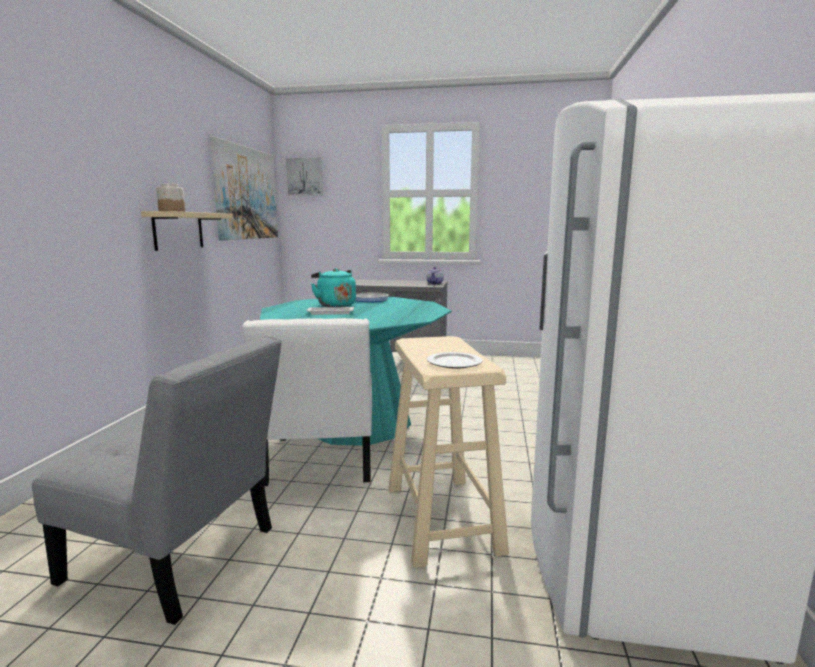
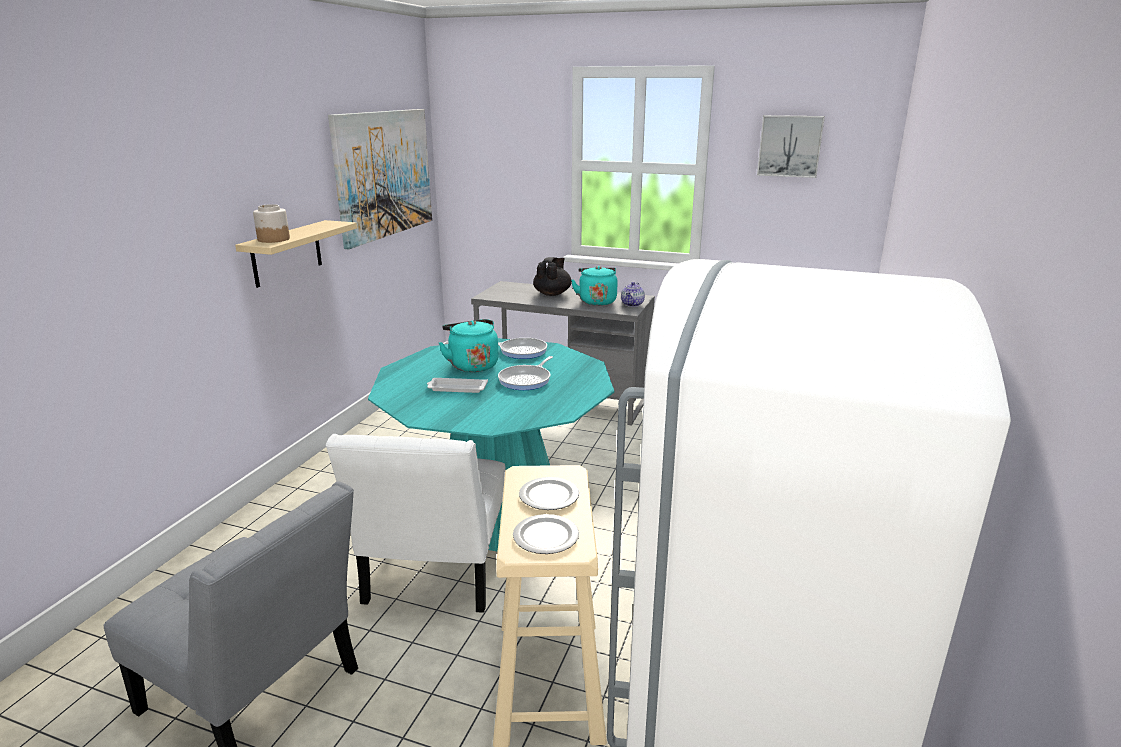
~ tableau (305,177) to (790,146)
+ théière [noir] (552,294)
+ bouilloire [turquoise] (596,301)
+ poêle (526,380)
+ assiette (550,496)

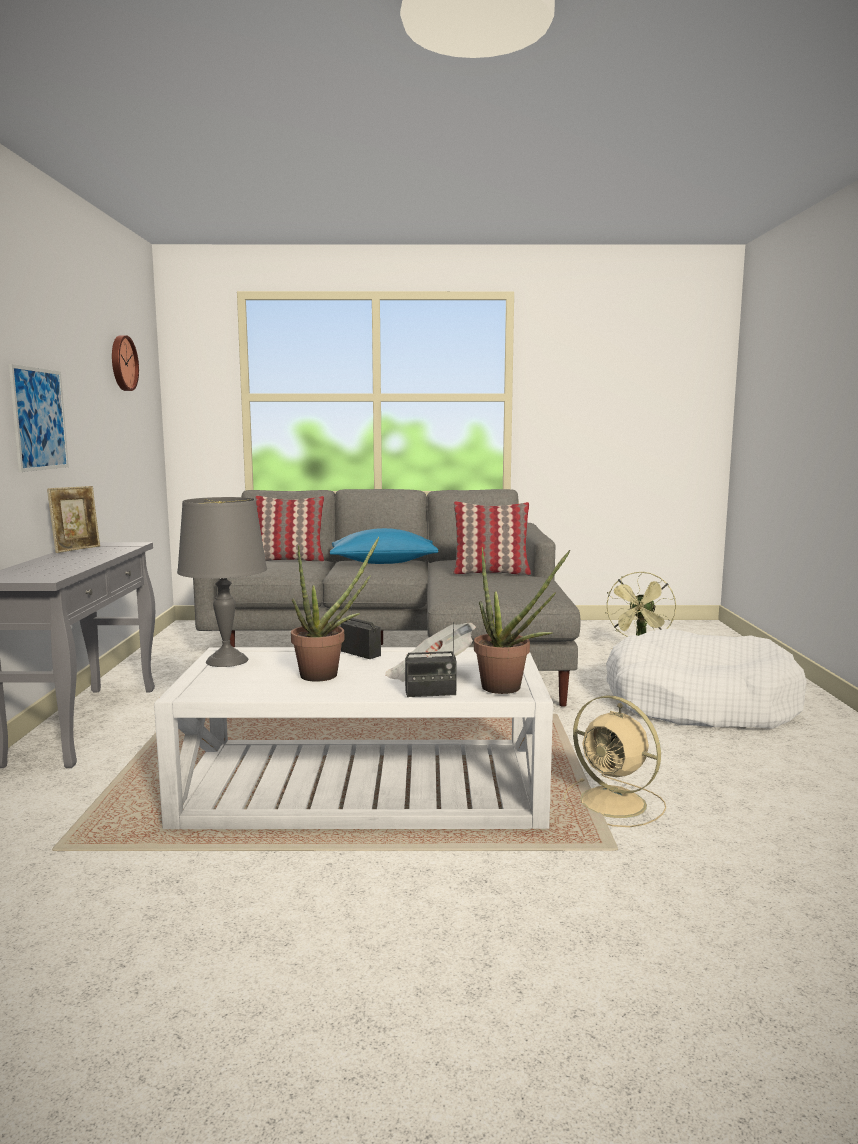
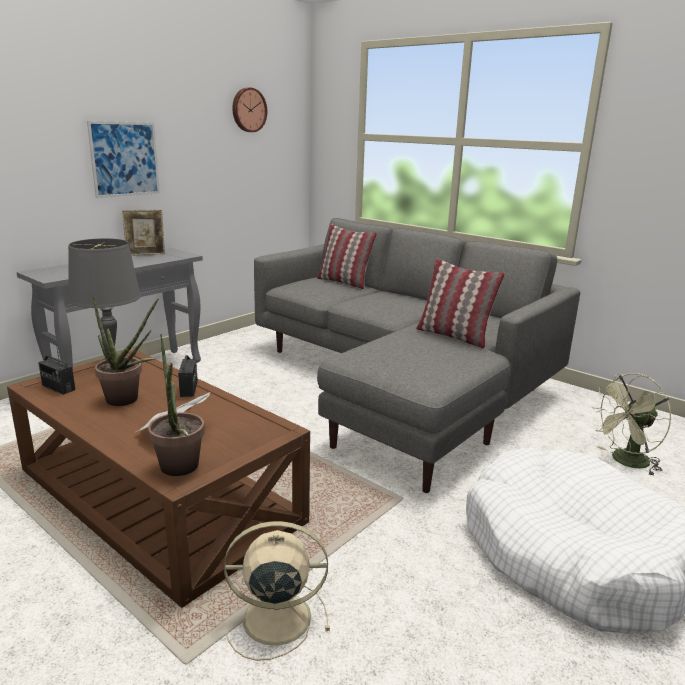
- coussin [bleu] (383,562)
~ radio (430,693) to (58,387)
~ table basse [blanc] (364,786) to table basse [marron] (159,494)
~ ventilateur [beige] (615,803) = (273,618) 90 degrees clockwise

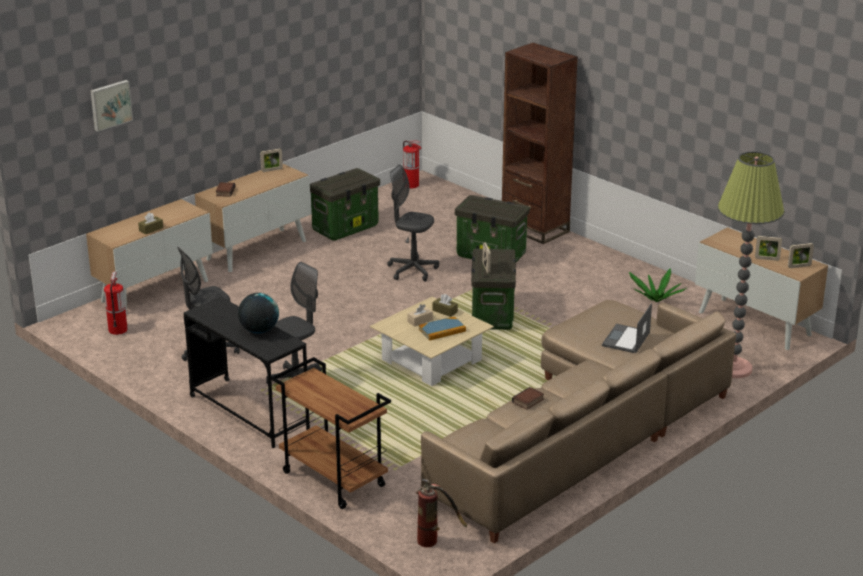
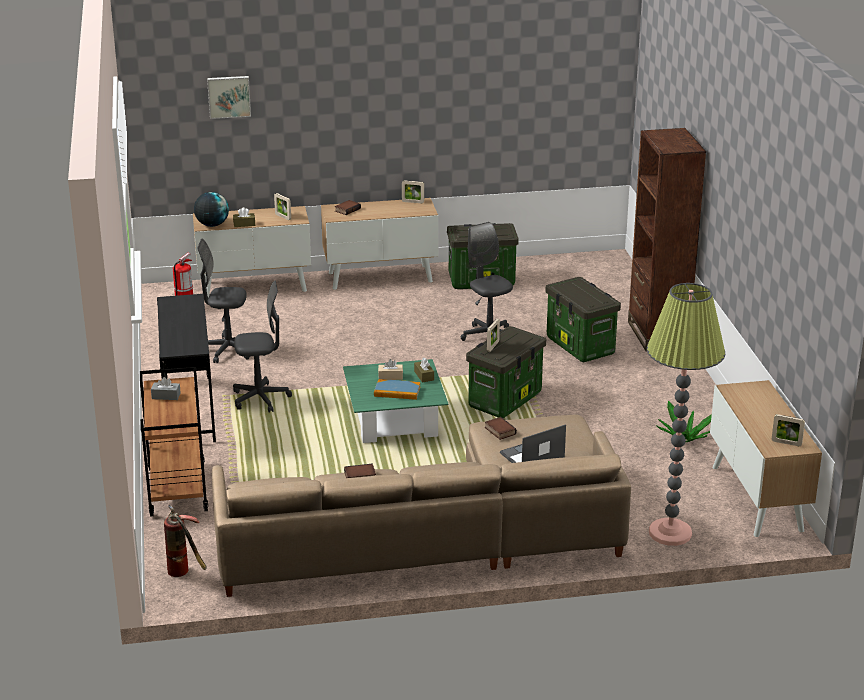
- extincteur (411,185)
~ cadre photo (767,259) to (283,217)
~ globe (259,330) to (212,225)
~ table basse [beige] (431,360) to table basse [vert] (395,421)
+ boîte à mouchoirs [gris] (166,396)
+ livre (499,431)

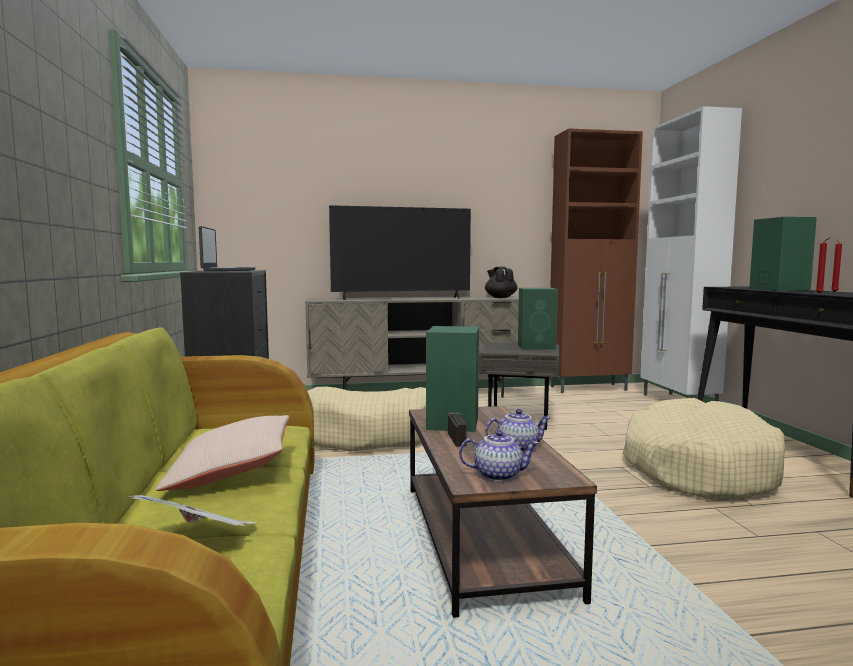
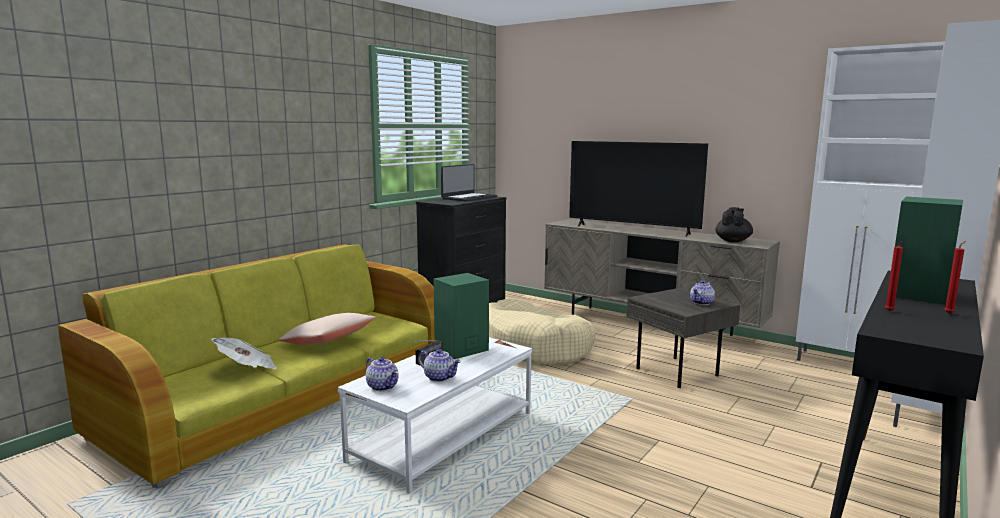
~ meuble de rangement [marron] (589,388) to meuble de rangement [blanc] (847,364)
~ enceinte [vert] (537,347) to théière (702,303)
- panier pour chien [beige] (697,469)
~ table basse [marron] (481,537) to table basse [blanc] (444,436)

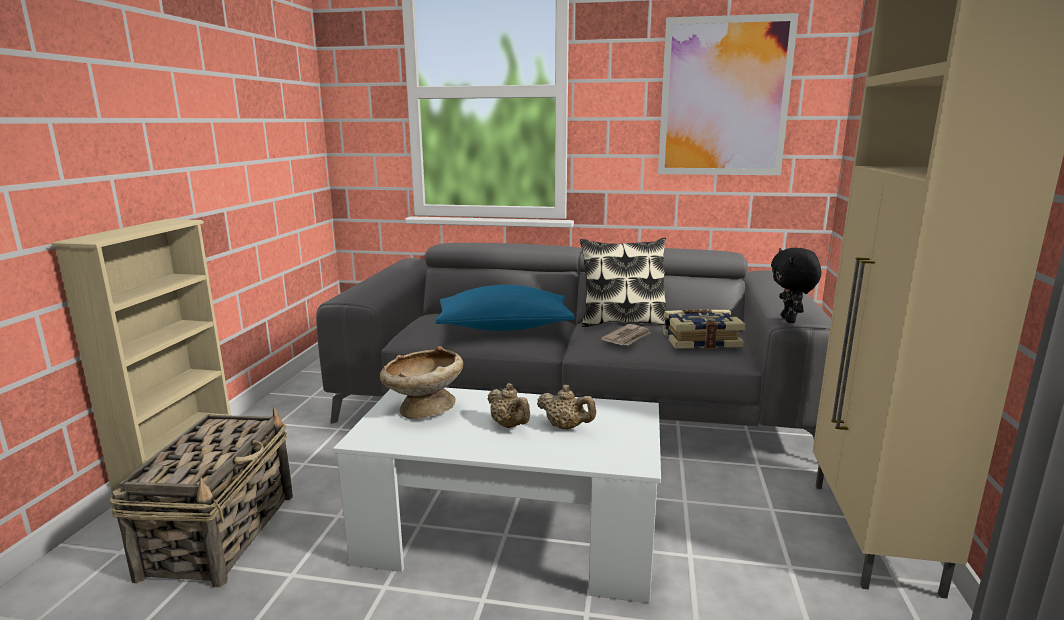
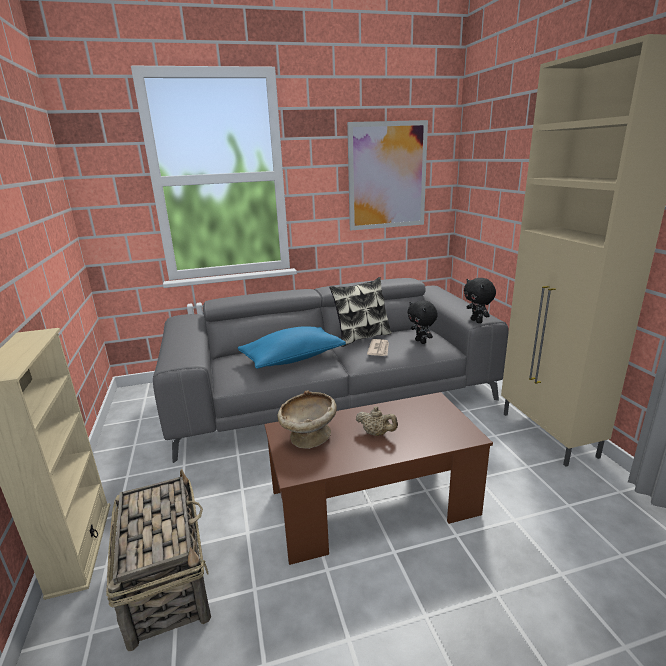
~ livre (700,340) to peluche [noir] (421,341)
- théière [beige] (566,427)
~ table basse [blanc] (509,535) to table basse [marron] (373,503)

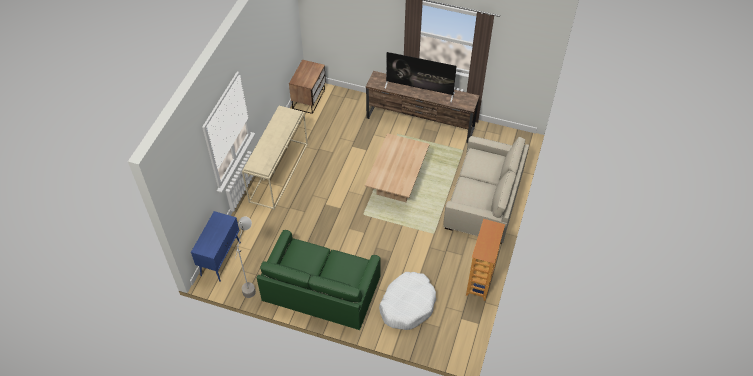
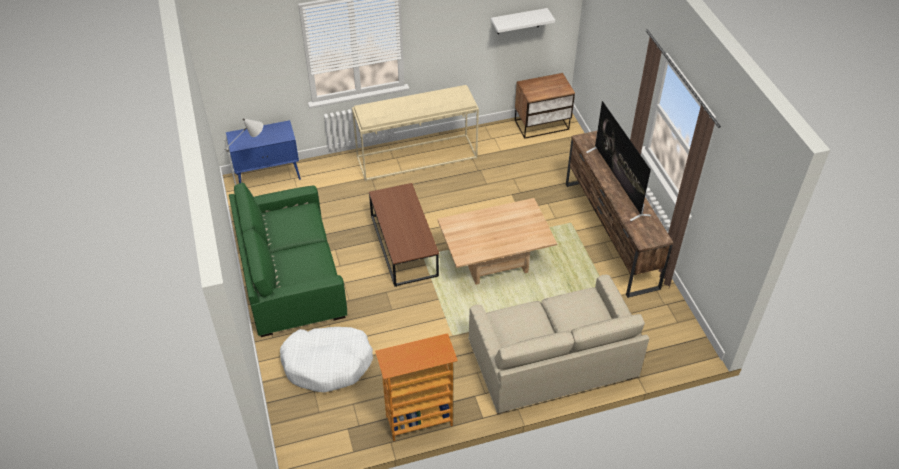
+ étagère [blanc] (518,21)
+ table basse [marron] (404,246)

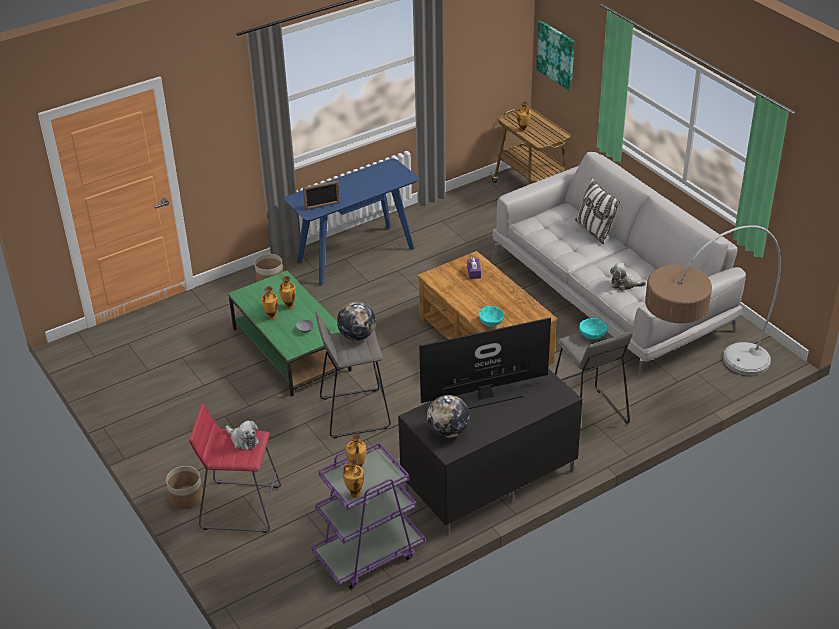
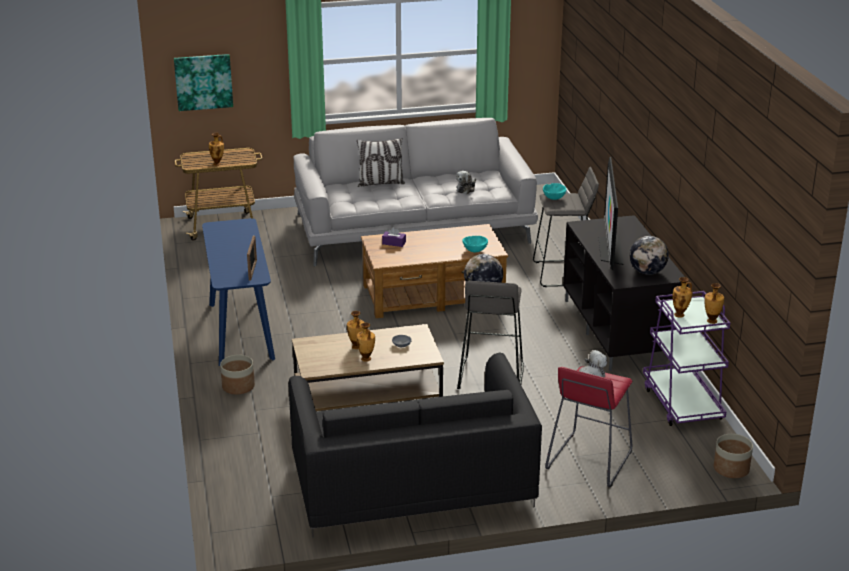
- lampadaire (698,384)
~ table basse [vert] (290,349) to table basse [marron] (366,394)
~ cache-pot (186,498) to (731,469)
+ canapé [noir] (411,484)

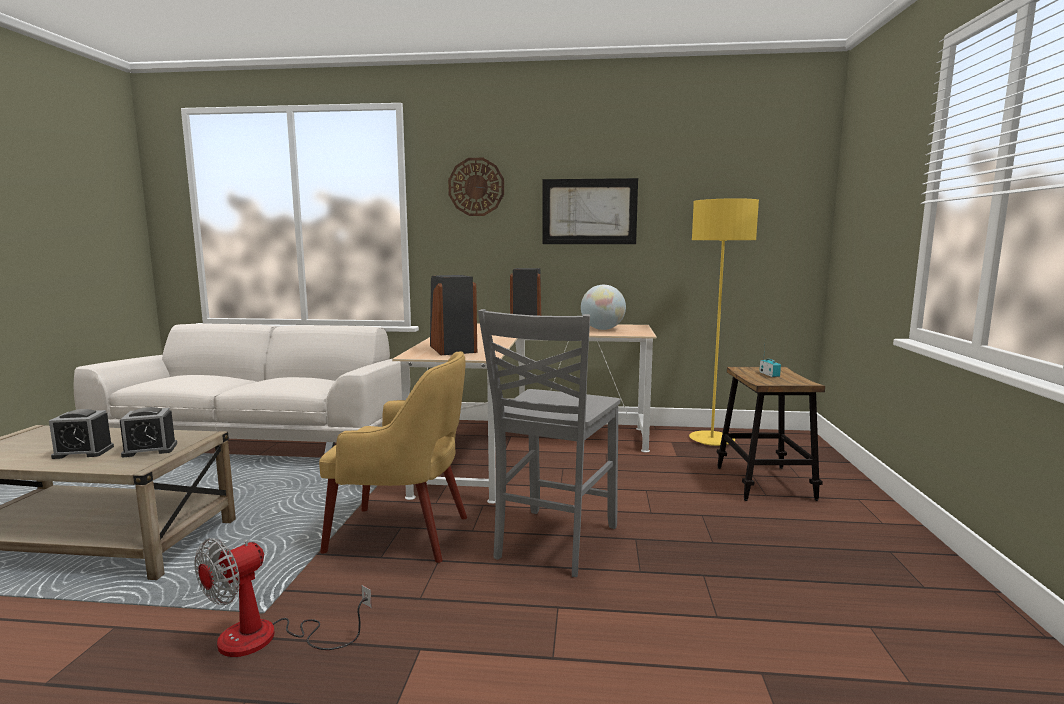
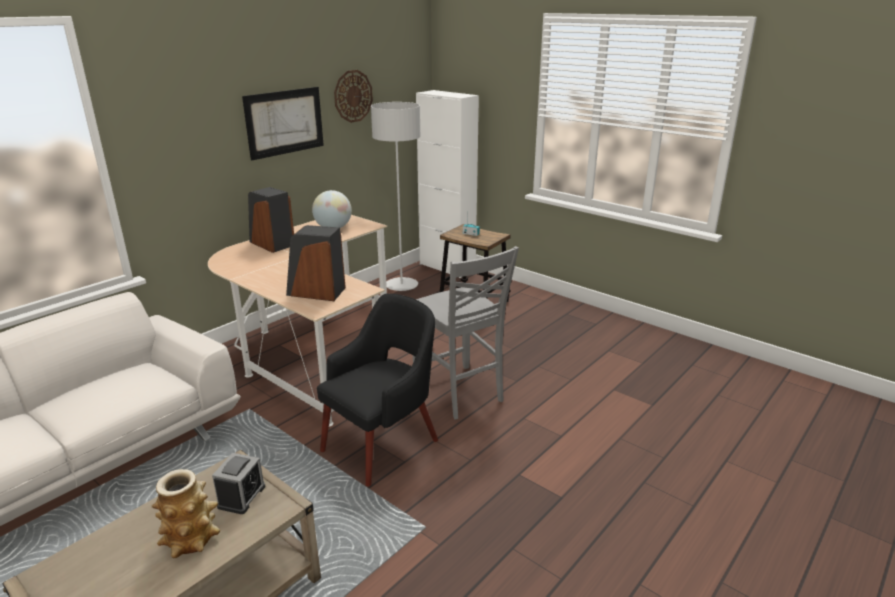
~ horloge murale (476,187) to (353,96)
~ lampadaire [jaune] (711,440) to lampadaire [gris] (401,286)
~ fauteuil [jaune] (403,534) to fauteuil [noir] (383,443)
~ réveil (83,452) to vase (191,539)
- ventilateur (267,639)
+ meuble de rangement [blanc] (447,267)

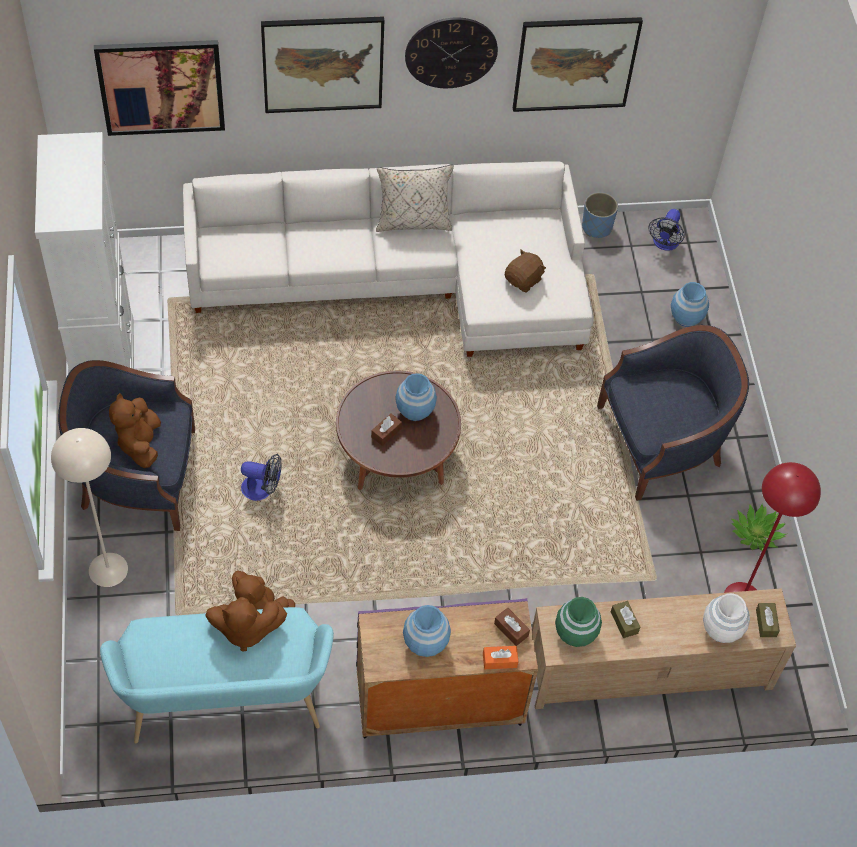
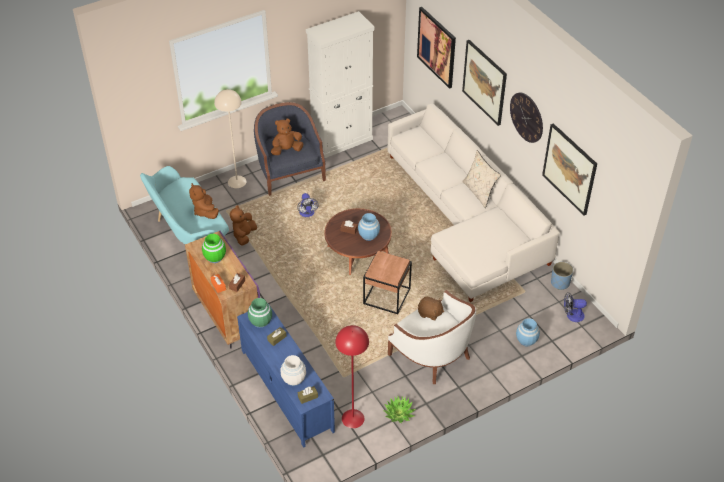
~ peluche [marron] (523,280) to (430,313)
~ fauteuil [bleu] (661,443) to fauteuil [blanc] (432,354)
~ meuble télé [beige] (648,671) to meuble télé [bleu] (286,390)
~ vase [bleu] (425,642) to vase [vert] (215,257)
+ table d'appoint [marron] (387,296)

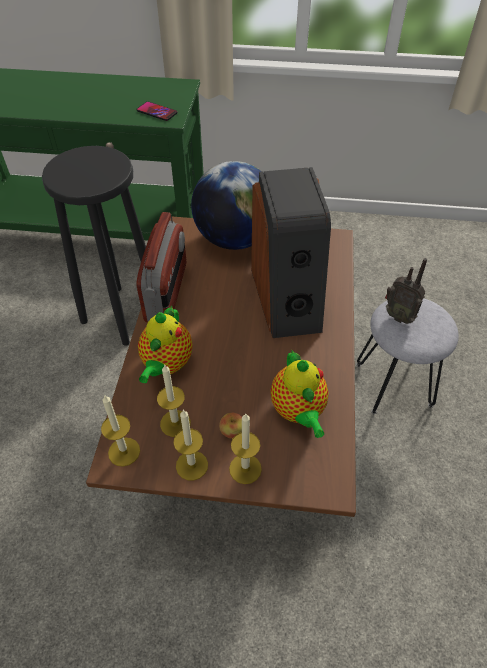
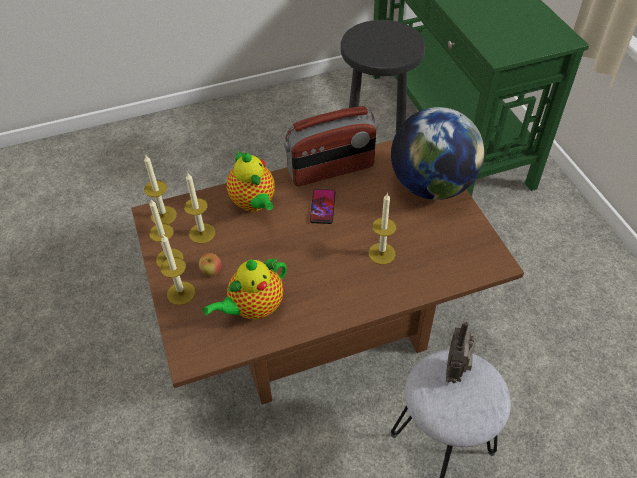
~ téléphone (157,112) to (322,207)
~ enceinte (287,298) to bougie (381,253)
~ théière (166,365) = (254,204) 105 degrees counterclockwise

